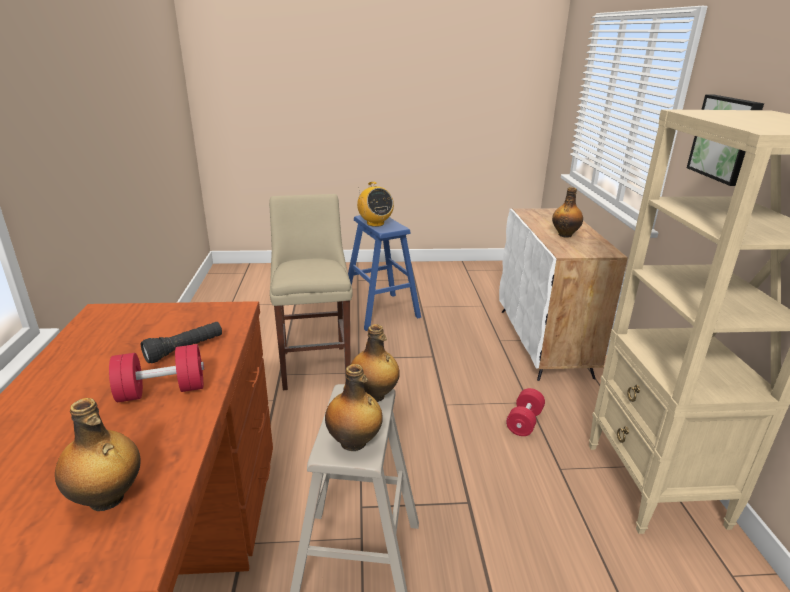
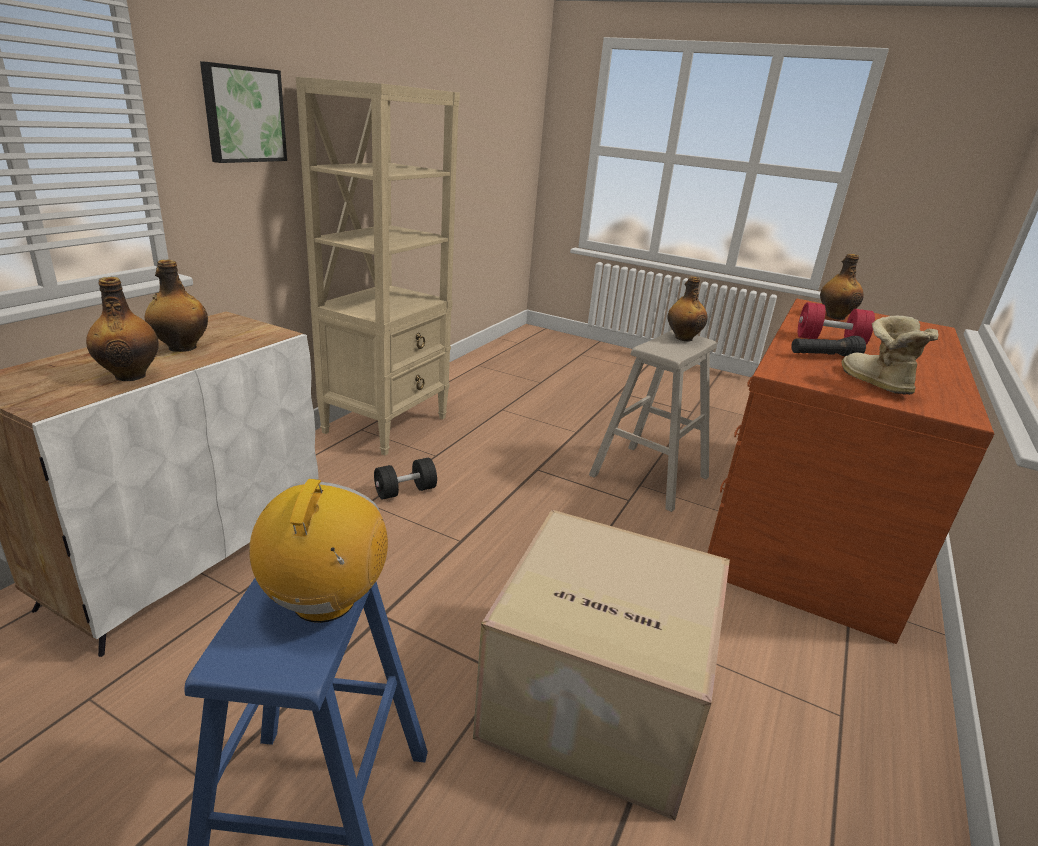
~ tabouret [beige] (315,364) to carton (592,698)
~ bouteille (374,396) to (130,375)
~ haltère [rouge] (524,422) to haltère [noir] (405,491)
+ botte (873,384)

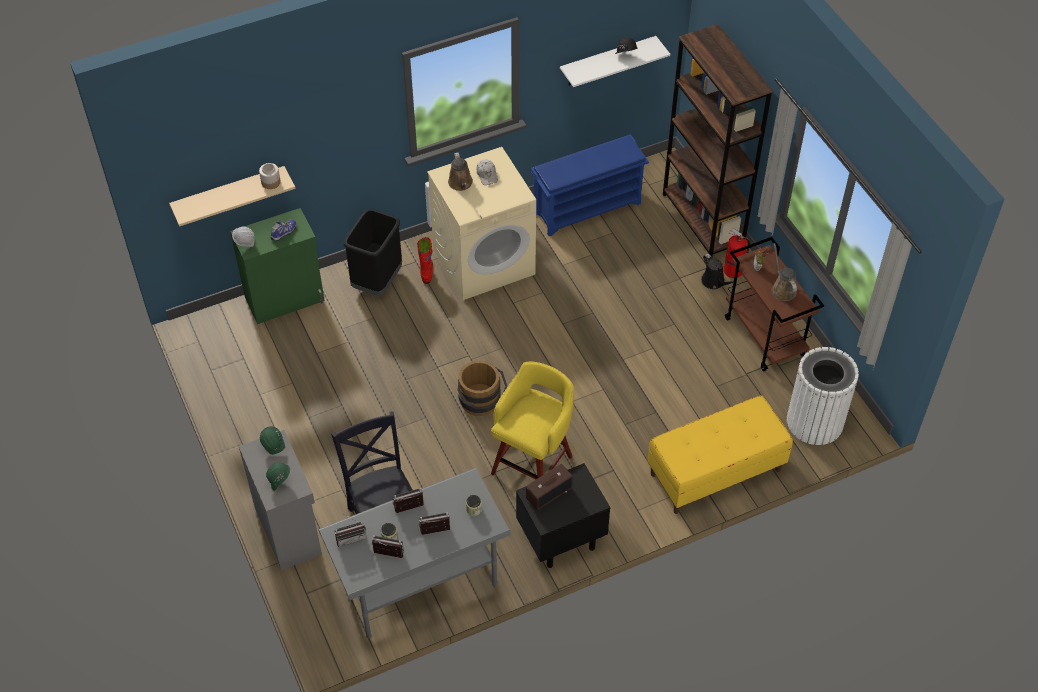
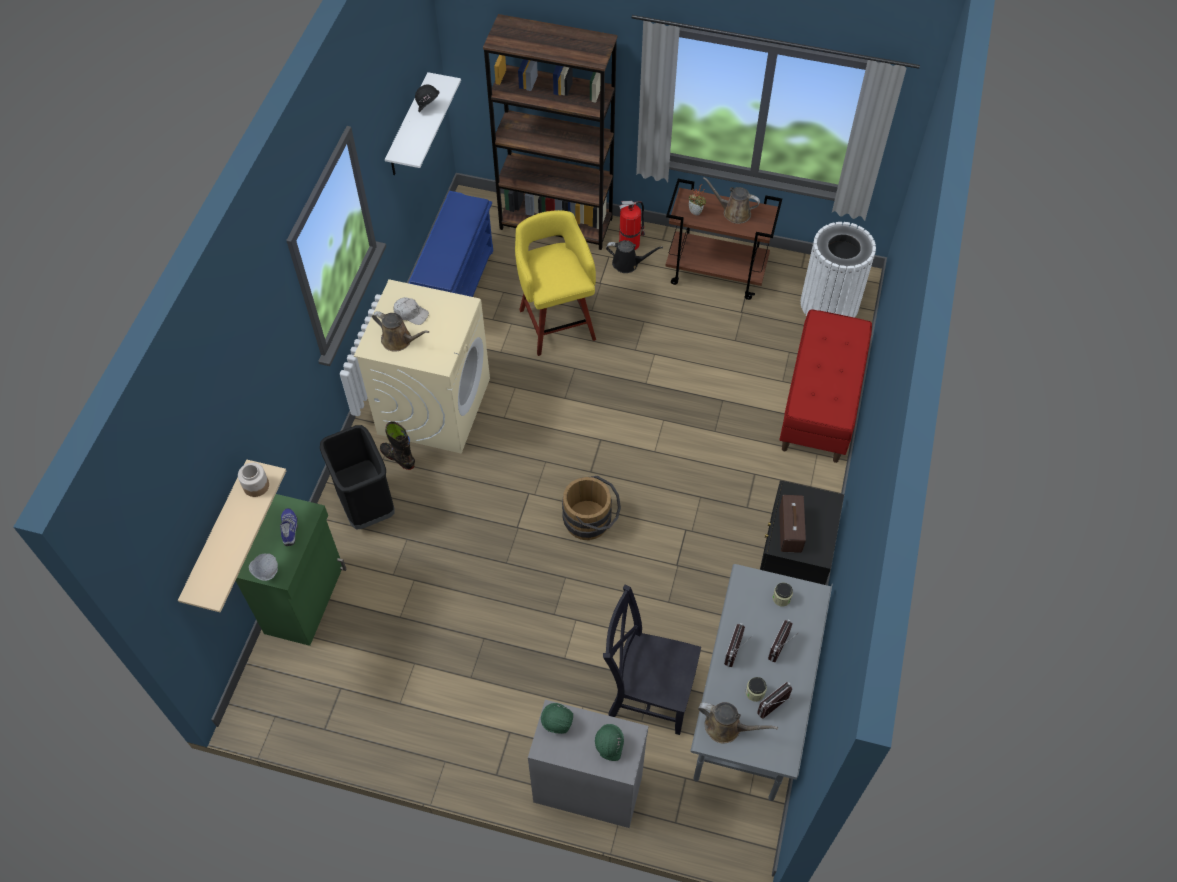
~ botte [rouge] (426,271) to botte [noir] (398,458)
~ tabouret [jaune] (533,463) to (556,322)
~ banc [jaune] (715,472) to banc [rouge] (820,404)
~ radio (351,537) to arrosoir [marron] (727,727)

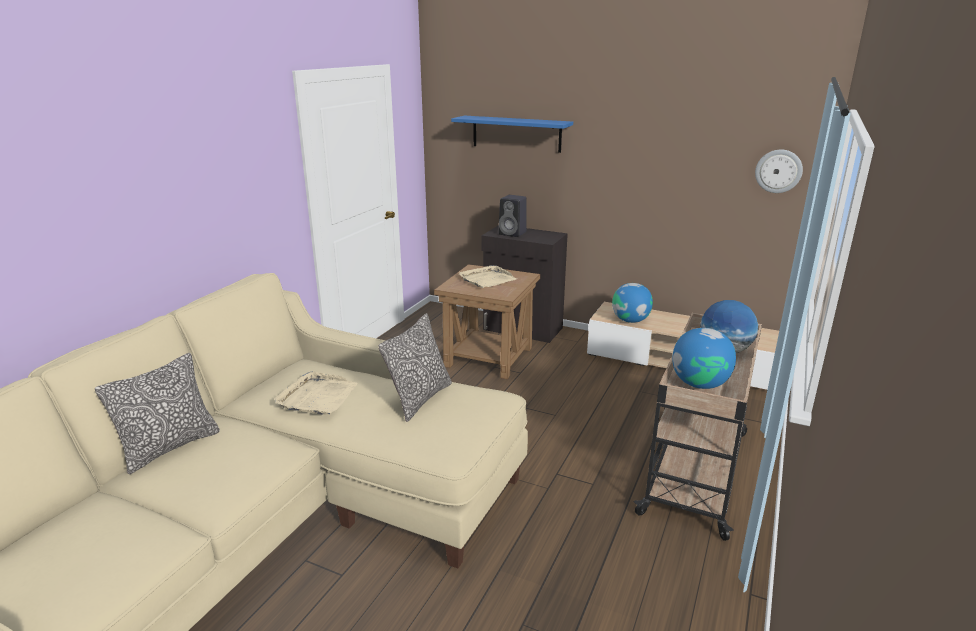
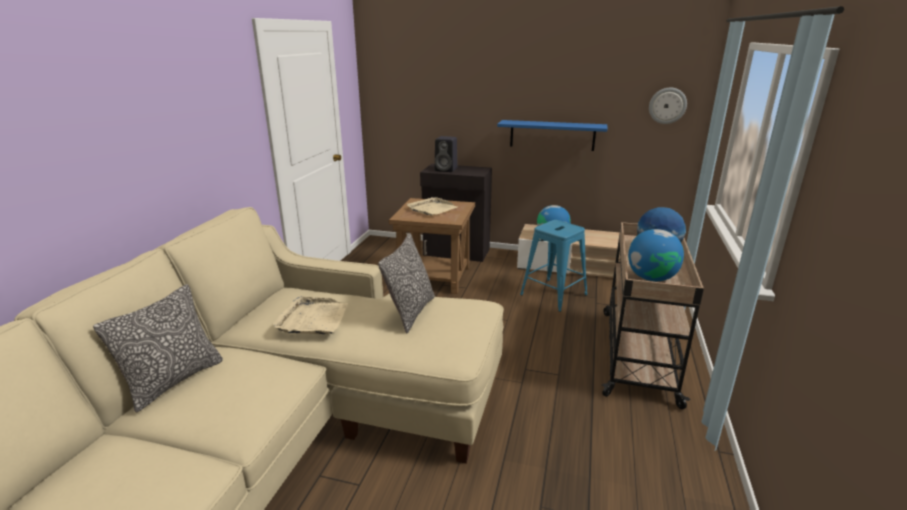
~ étagère [bleu] (516,133) to (552,135)
+ tabouret [bleu] (553,294)

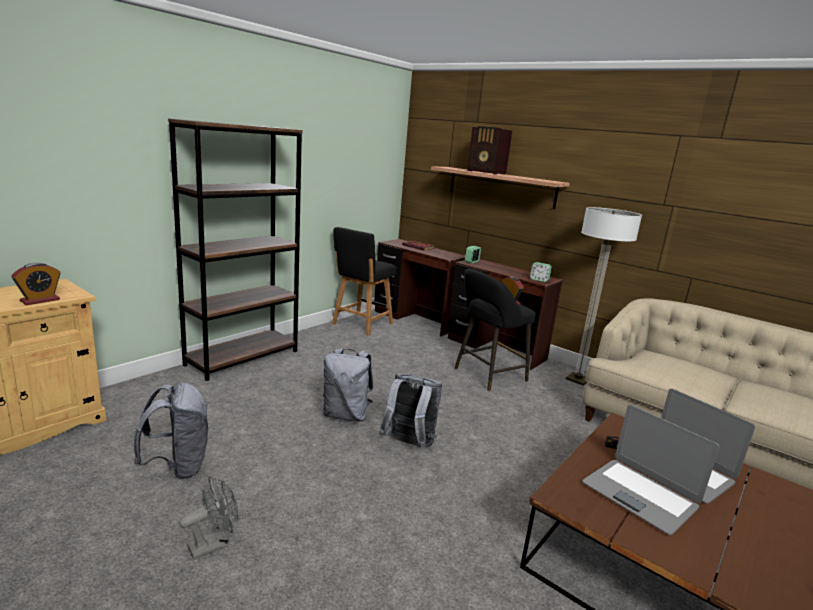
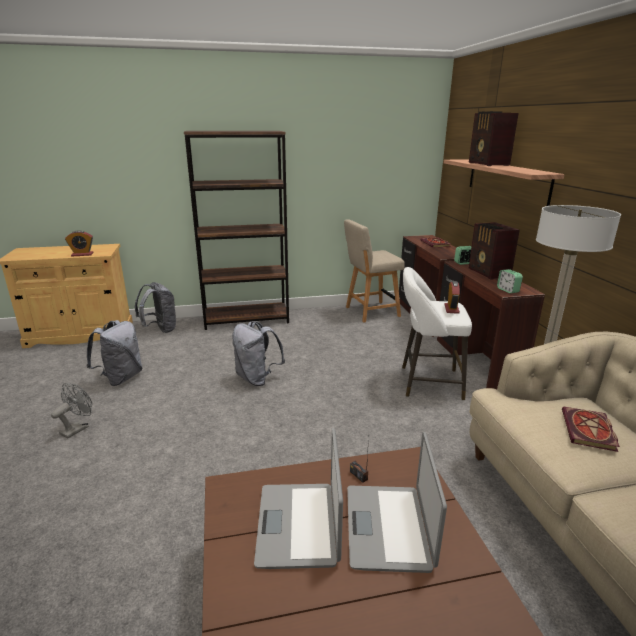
~ chaise [noir] (360,324) to chaise [beige] (370,312)
~ tabouret [noir] (487,375) to tabouret [blanc] (426,383)
~ sac à dos [gris] (408,445) to (160,329)
~ ventilateur [gris] (214,544) = (78,428) 60 degrees counterclockwise
+ radio (488,273)
+ livre (589,431)

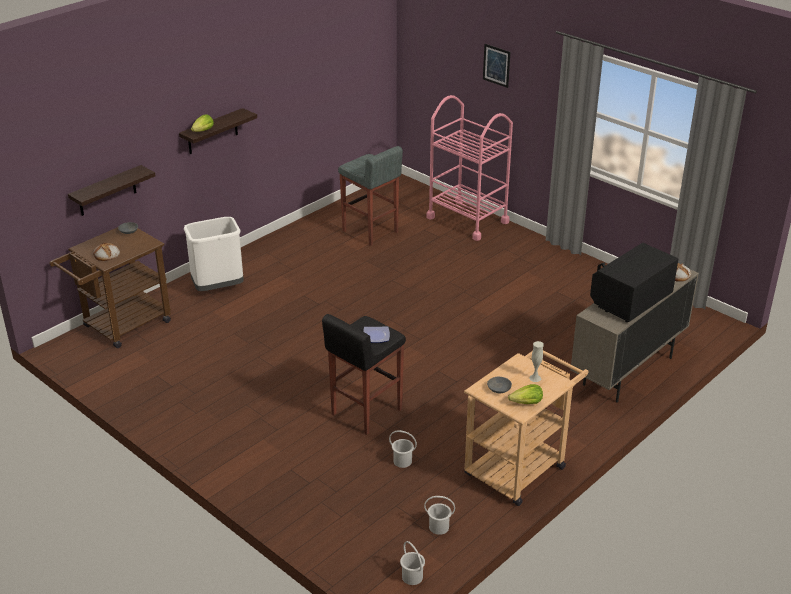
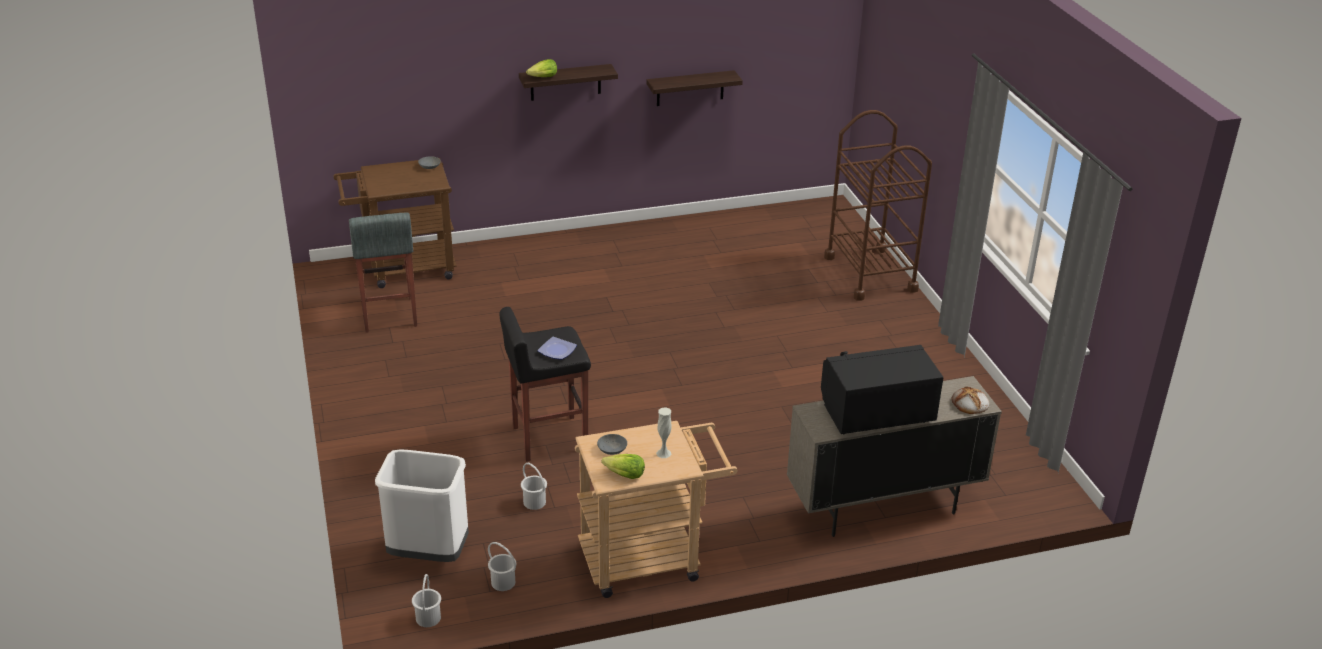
- tableau (496,65)
~ chariot [rose] (467,220) to chariot [marron] (870,273)
~ tabouret [gris] (370,232) to (388,315)
~ étagère (107,191) to (690,88)
~ poubelle [blanc] (218,288) to (428,553)
- pain (106,254)

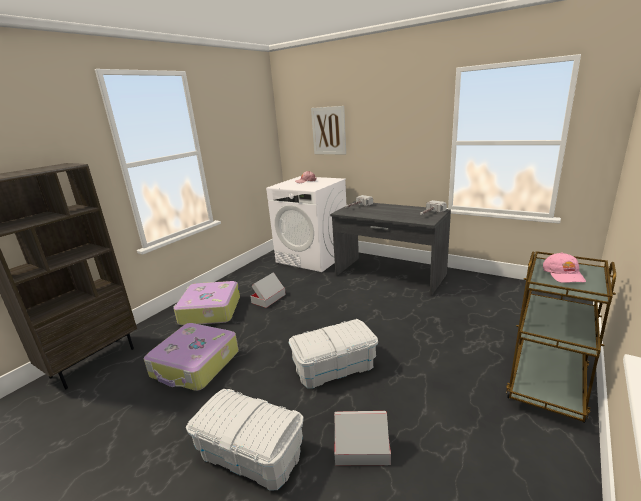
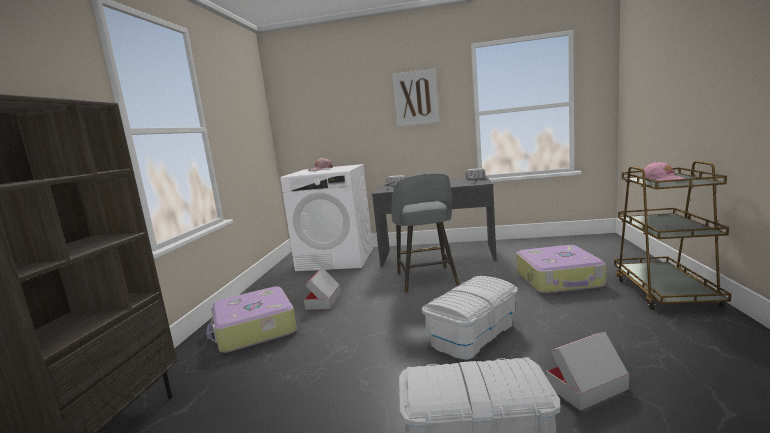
~ tableau (329,130) to (415,98)
~ valise (195,365) to (559,279)
+ tabouret [gris] (427,280)

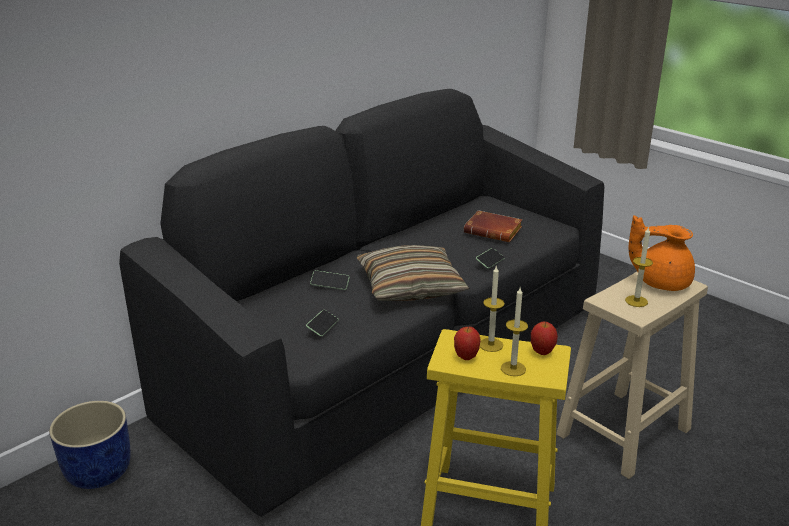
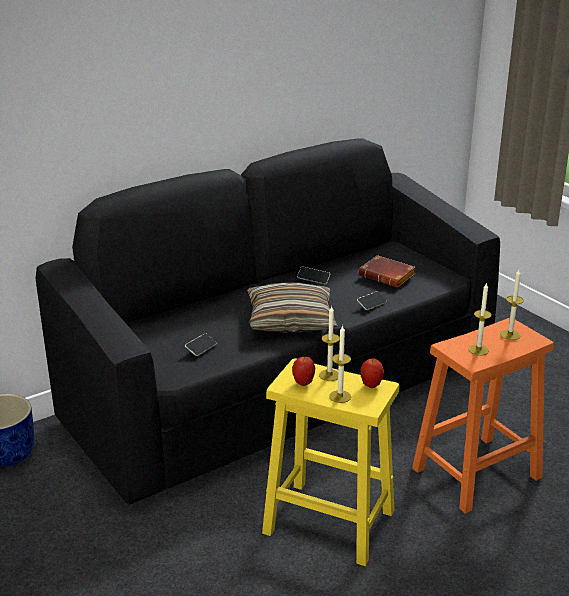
~ théière [orange] (660,282) to bougie (510,335)
~ téléphone (330,285) to (313,279)
~ tabouret [beige] (624,431) to tabouret [orange] (477,472)

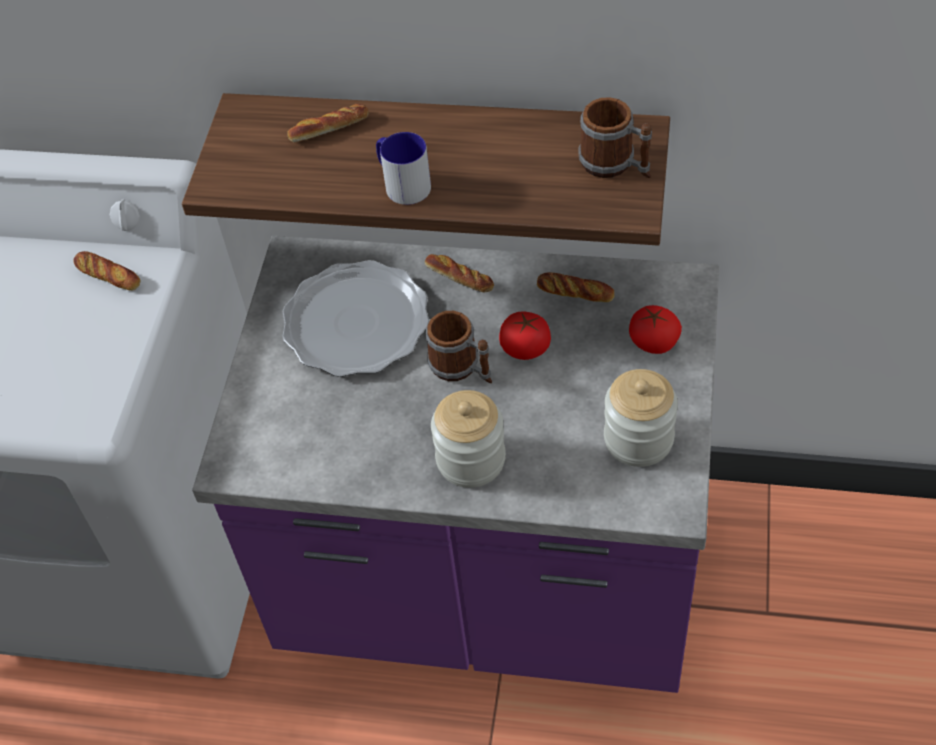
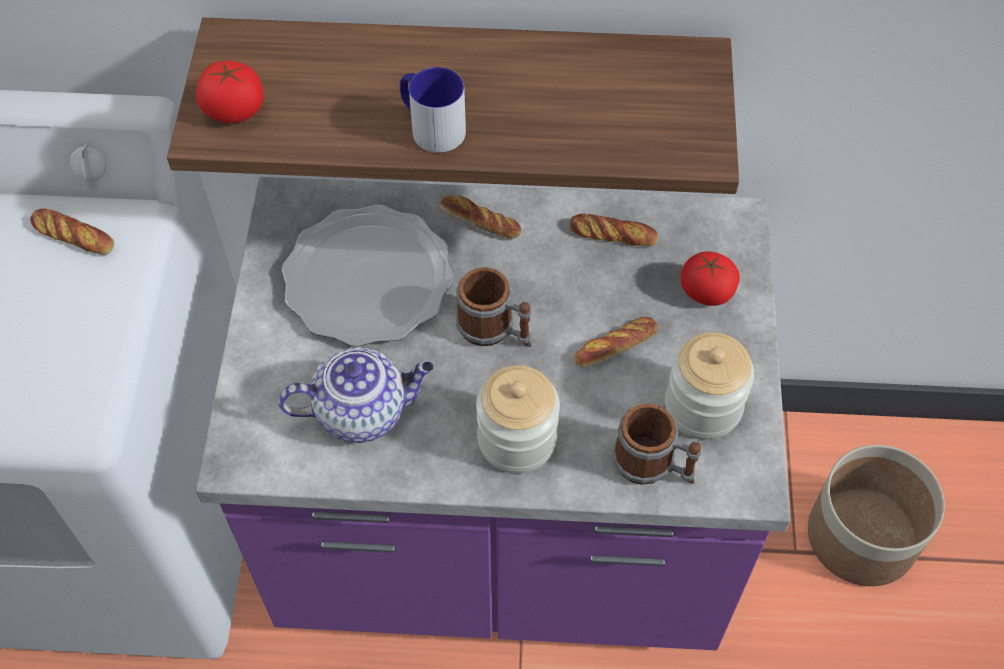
~ mug (615,165) to (653,465)
~ pain (329,128) to (615,346)
~ tomate (525,348) to (234,110)
+ théière (363,411)
+ cache-pot (862,536)

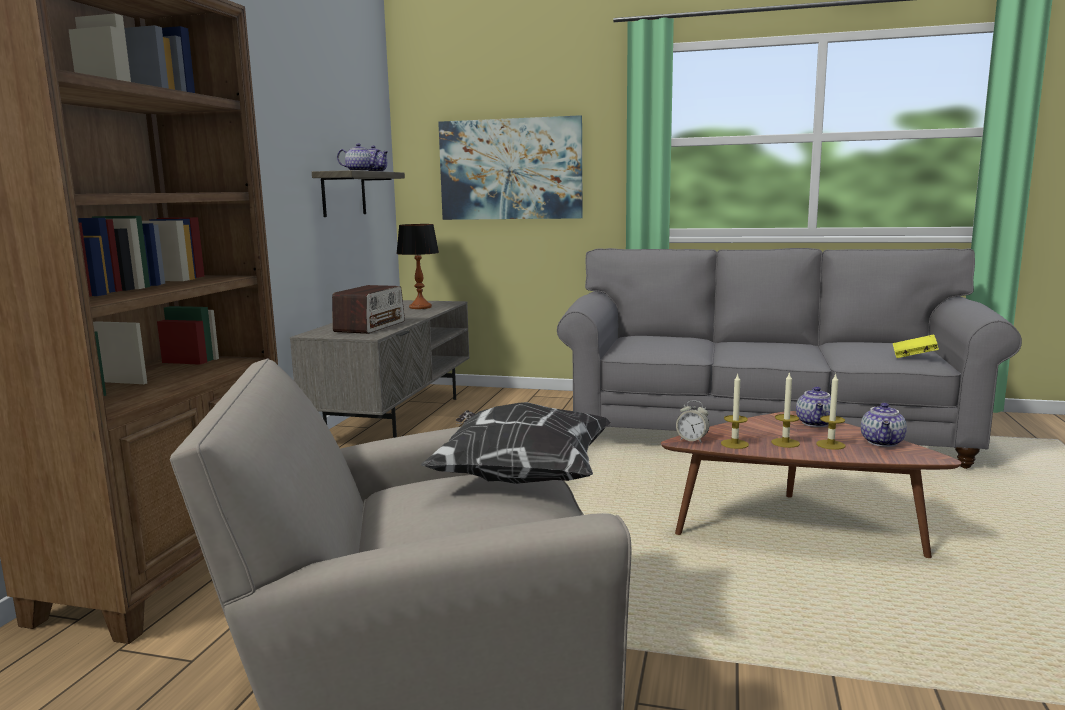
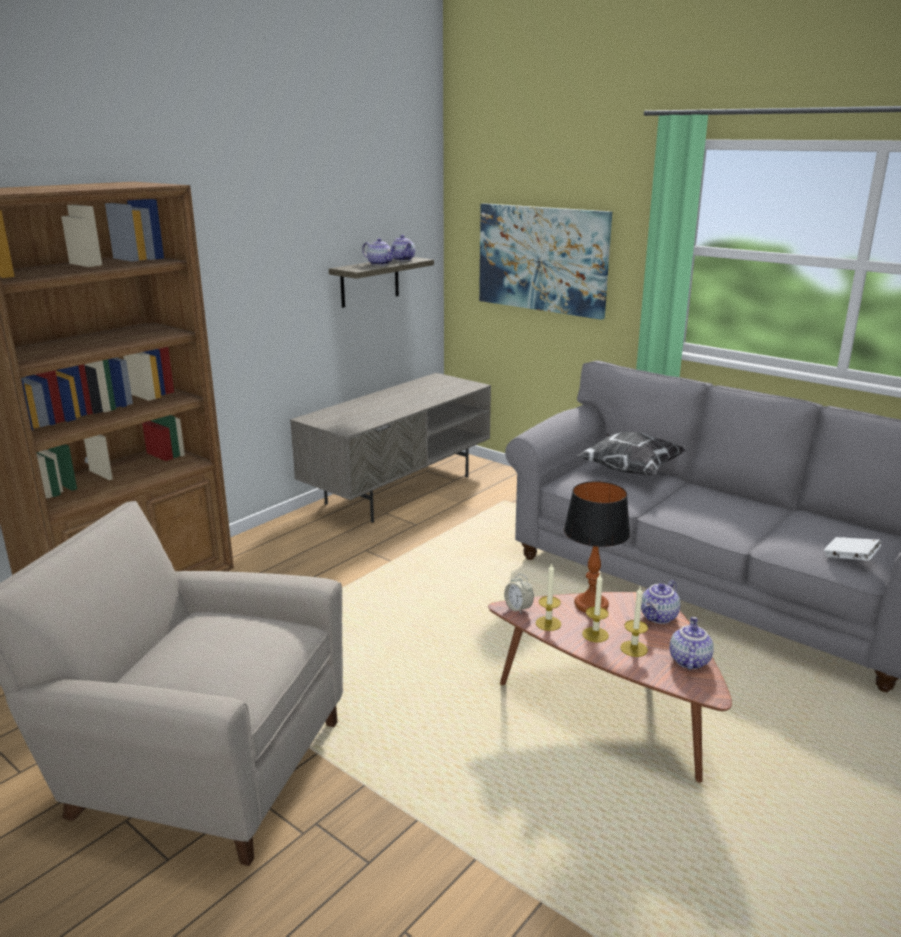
~ lampe de table (420,307) to (591,604)
- radio (370,326)
~ livre [jaune] (914,356) to livre [blanc] (849,559)
~ coussin (520,478) to (629,470)
~ théière (883,442) = (688,660) 150 degrees clockwise

